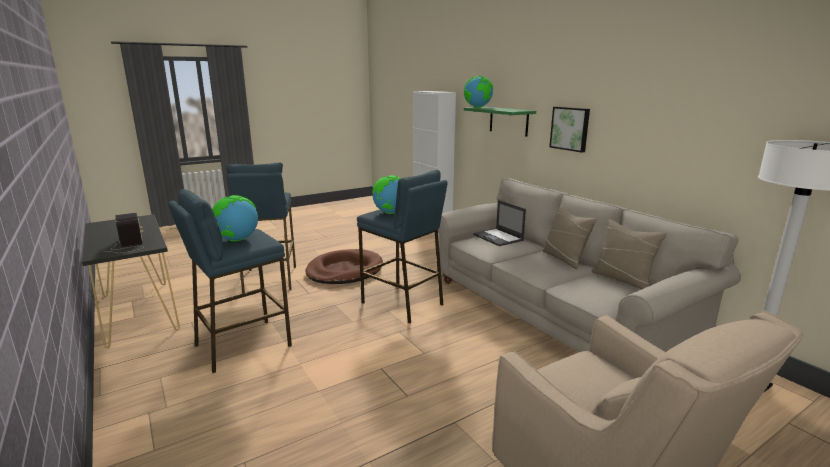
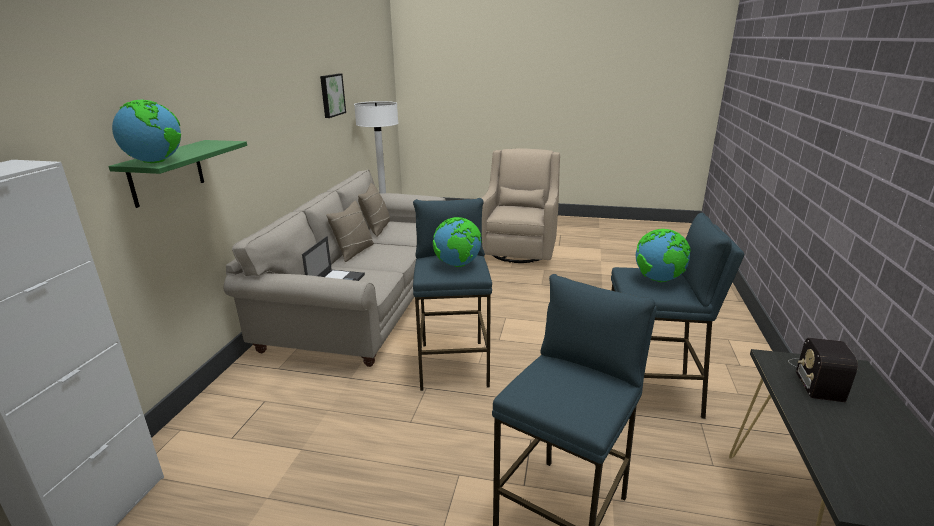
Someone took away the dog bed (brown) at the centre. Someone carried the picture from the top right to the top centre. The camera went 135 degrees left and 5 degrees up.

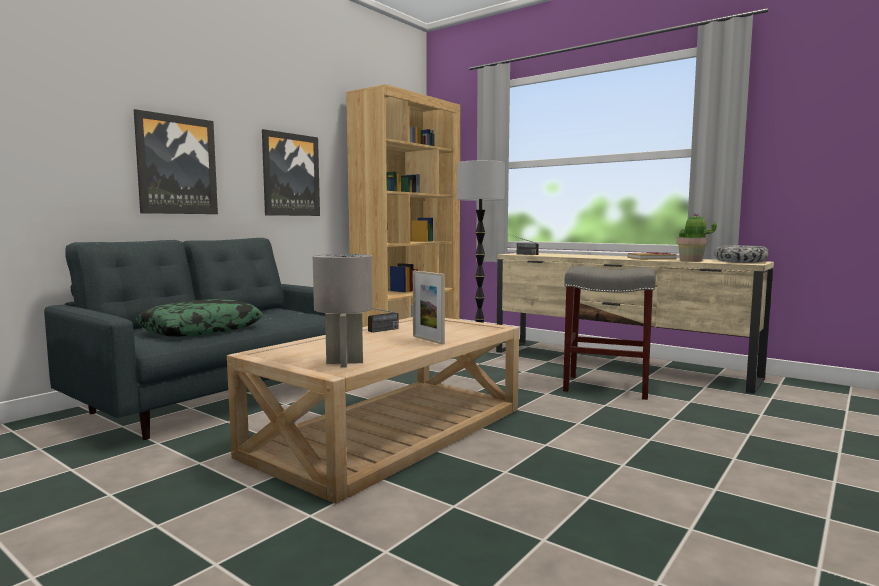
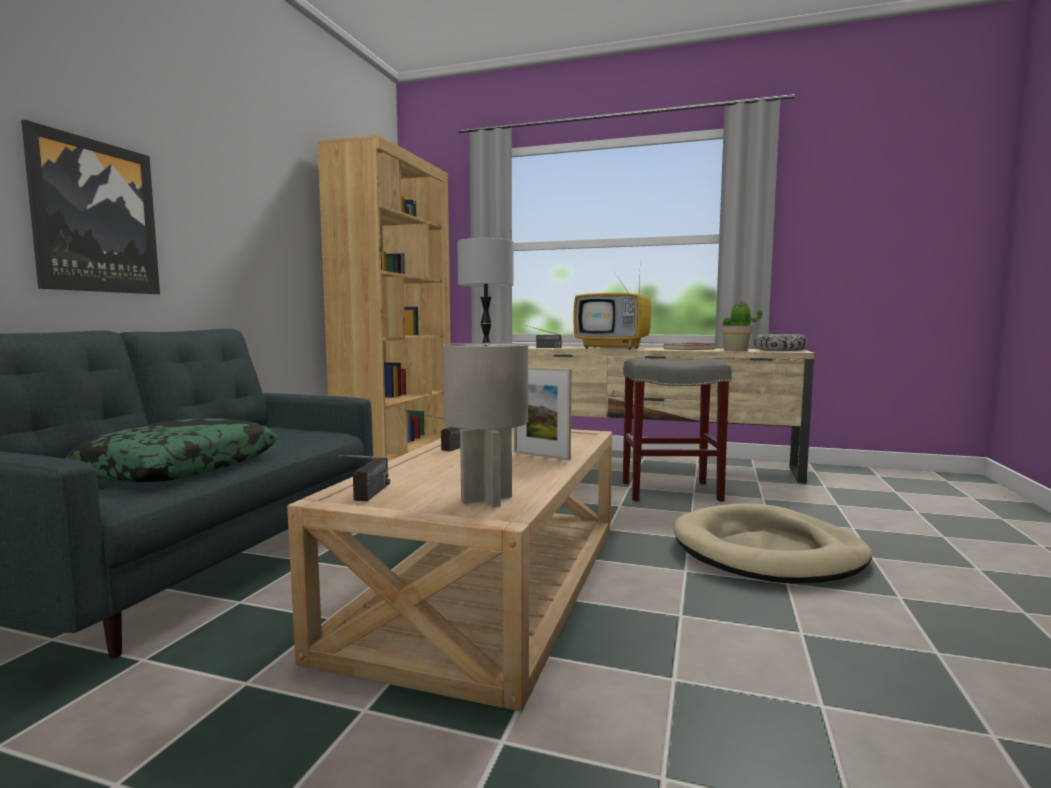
Someone took away the picture (2nd from left) at the top left. Someone put down the radio (1st from left) at the centre. Someone put down the television at the centre. Someone put down the dog bed (beige) at the bottom right. The camera went 20 degrees left and 0 degrees up.

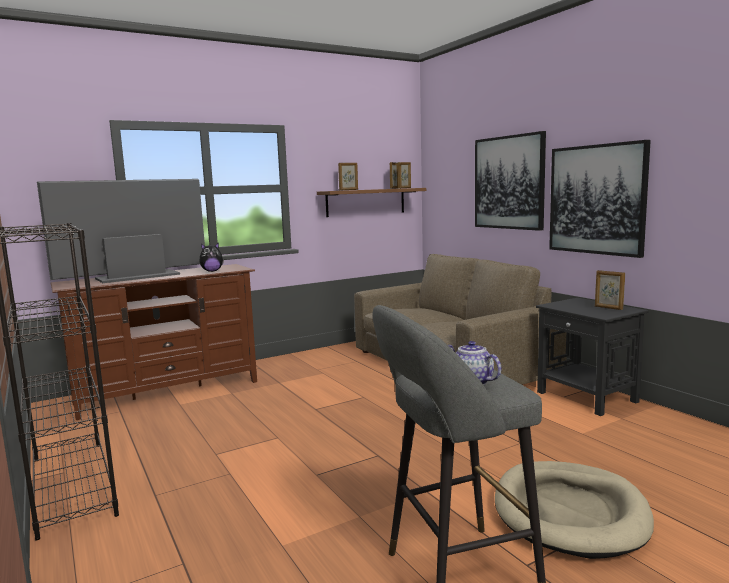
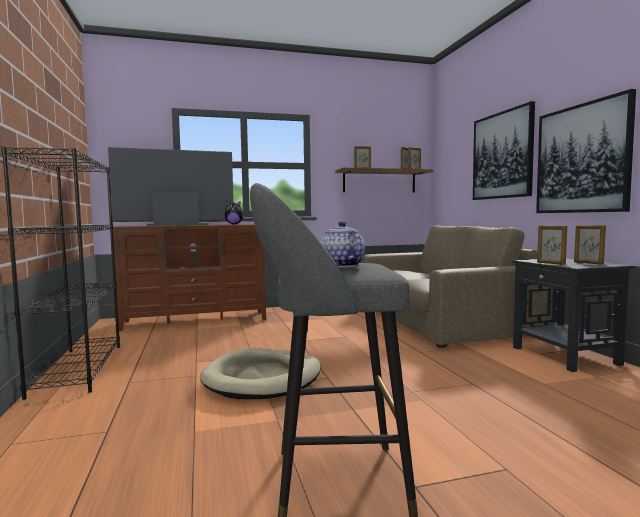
Someone put down the picture frame (4th from left) at the middle right. Someone carried the dog bed (beige) from the bottom right to the bottom centre. The camera went 15 degrees right and 5 degrees down.

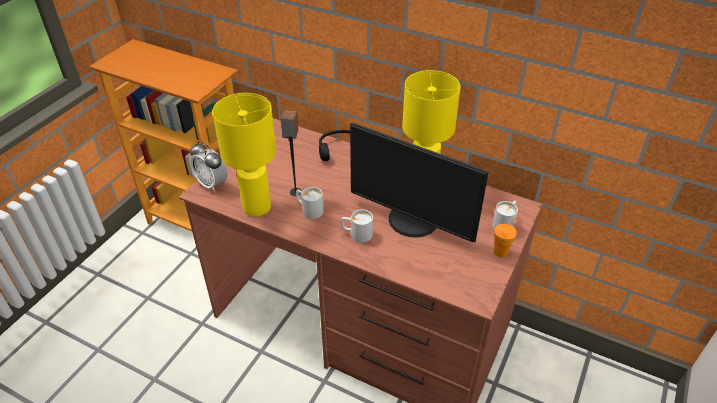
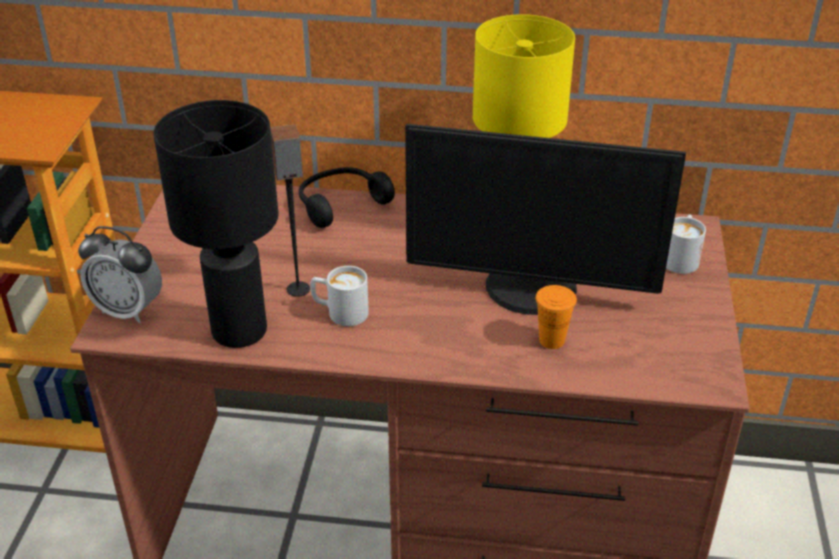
Someone took away the mug (white) (2nd from left) at the centre. Someone carried the cup (orange) from the middle right to the centre. Someone repainted the table lamp (yellow) (1st from left) at the centre, which became the table lamp (black) at the middle left. The camera went 20 degrees left and 5 degrees down.

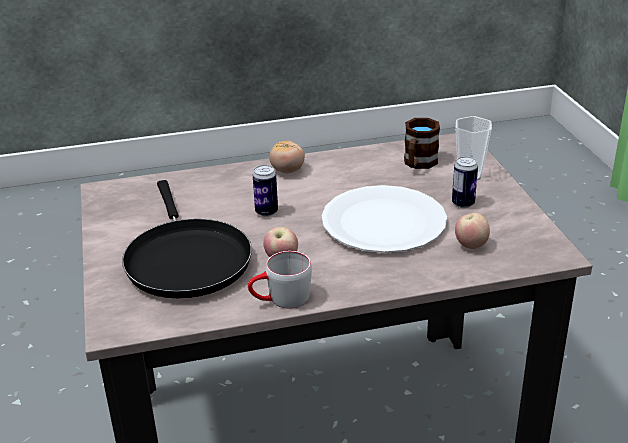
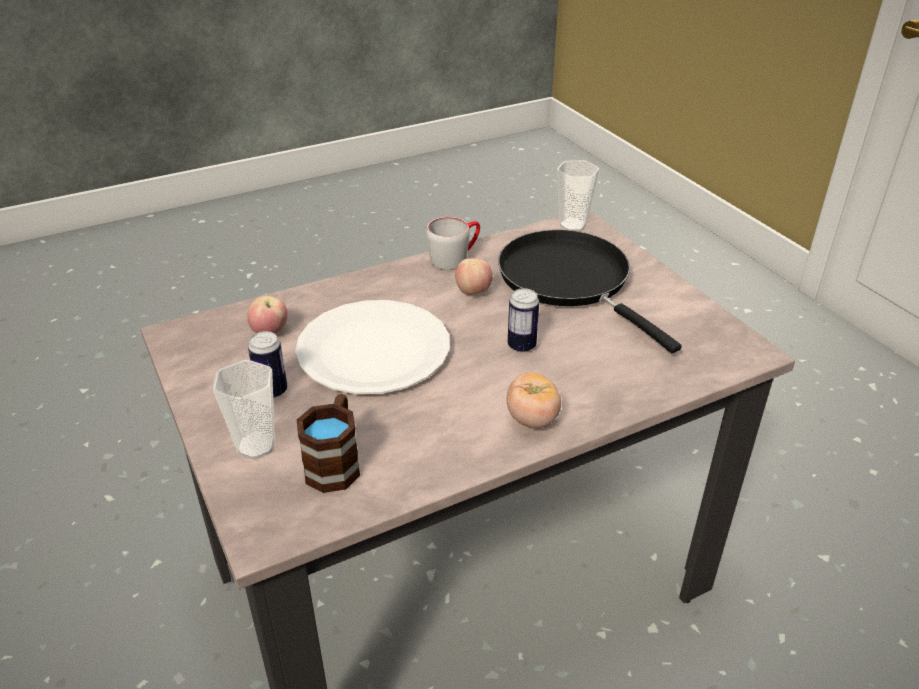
Someone put down the cup (2nd from left) at the top centre. The camera went 165 degrees right and 5 degrees up.

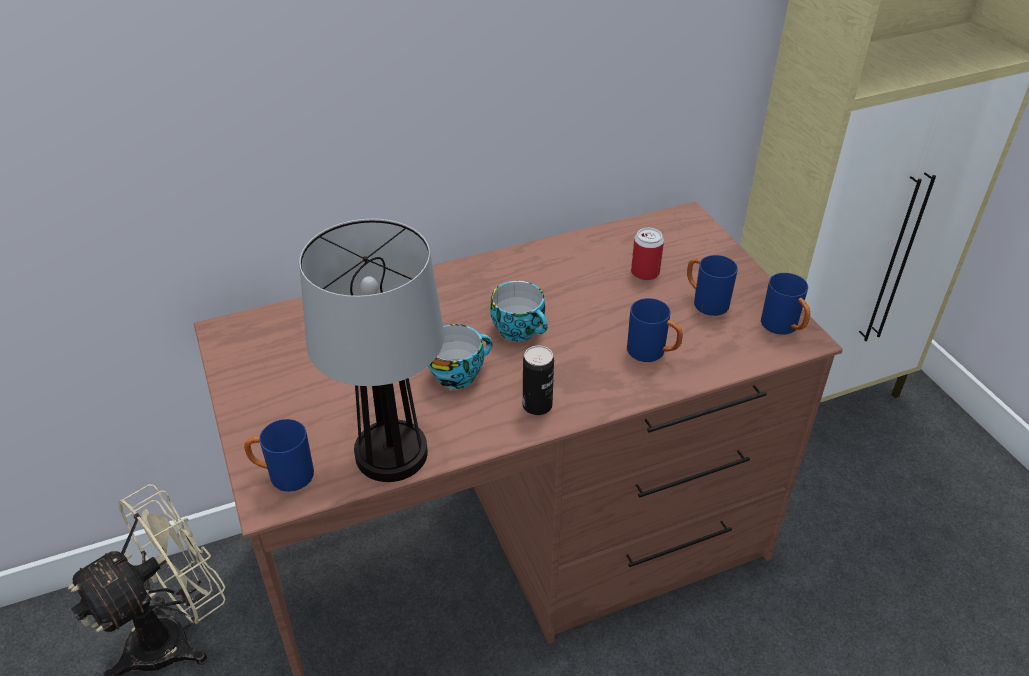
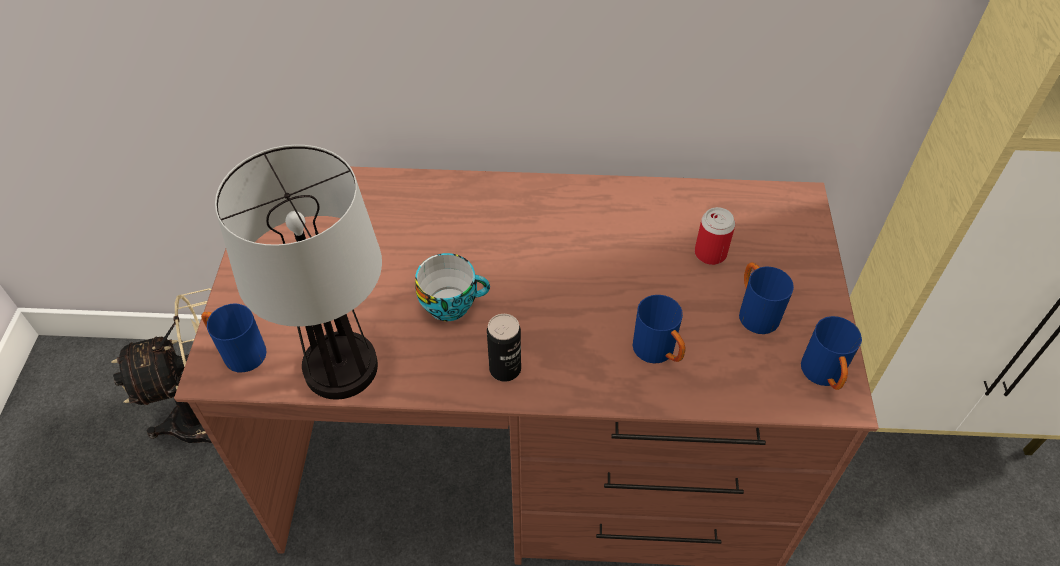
Someone took away the cup (2nd from left) at the centre. The camera went 25 degrees right and 10 degrees up.

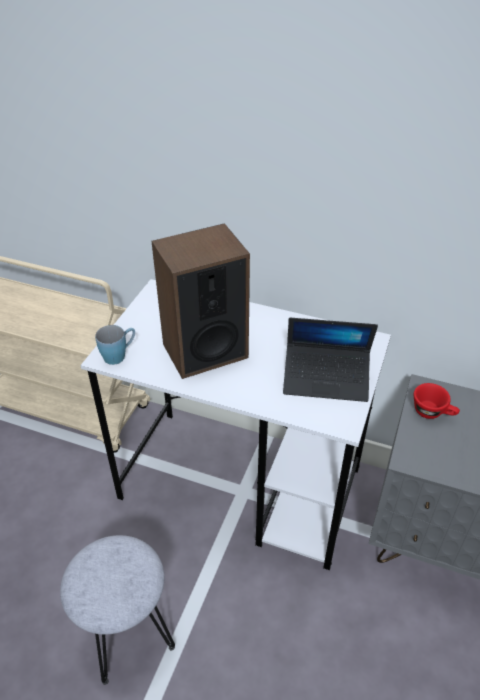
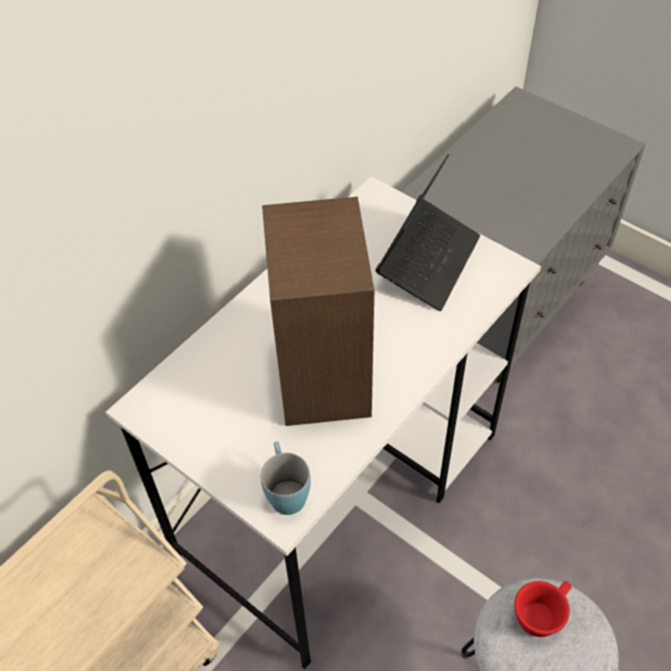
Someone carried the cup (red) from the middle right to the bottom right. The camera went 70 degrees left and 10 degrees up.

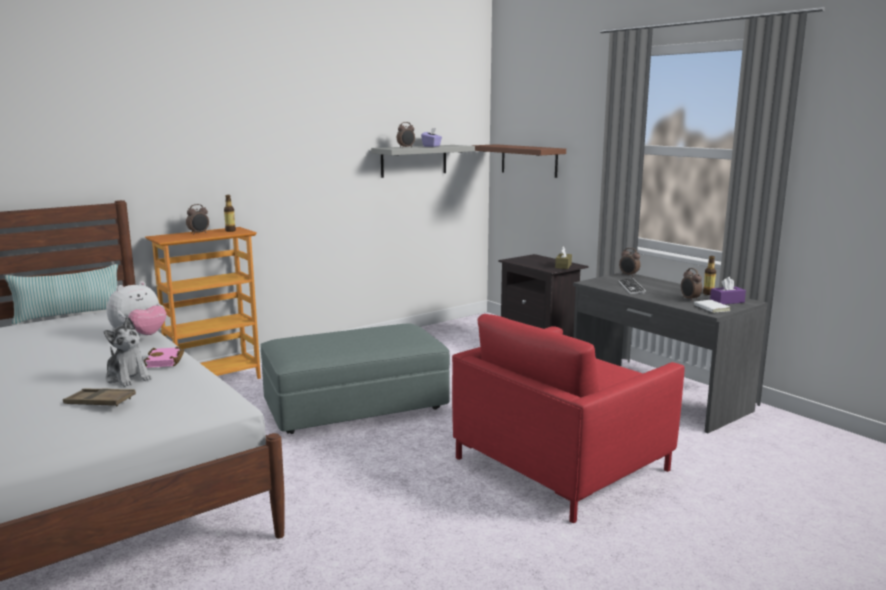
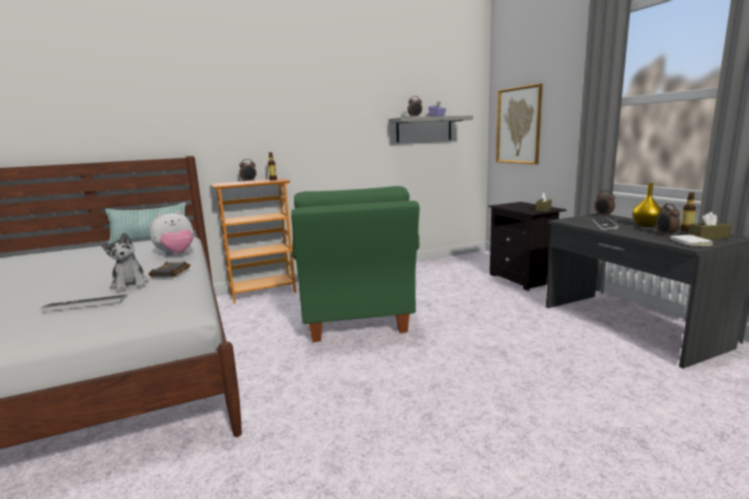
Someone took away the armchair (red) at the bottom centre. Someone put down the vase (yellow) at the middle right. Someone swapped the tray (brown) at the bottom left for the keyboard (1st from left) at the middle left. Someone swapped the ottoman (grey) at the centre for the armchair (green) at the centre. Someone swapped the shelf (brown) at the top centre for the picture at the top right. Someone repainted the book (pink) at the middle left, which became the book (black) at the middle left. Someone repainted the tissue box (purple) (2nd from left) at the middle right, which became the tissue box (brown) (2nd from left) at the middle right. The camera went 15 degrees right and 0 degrees up.

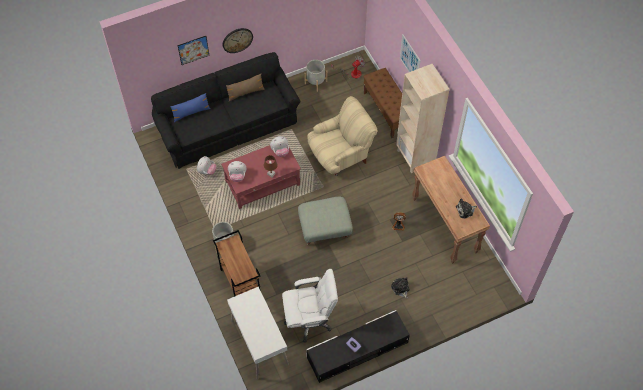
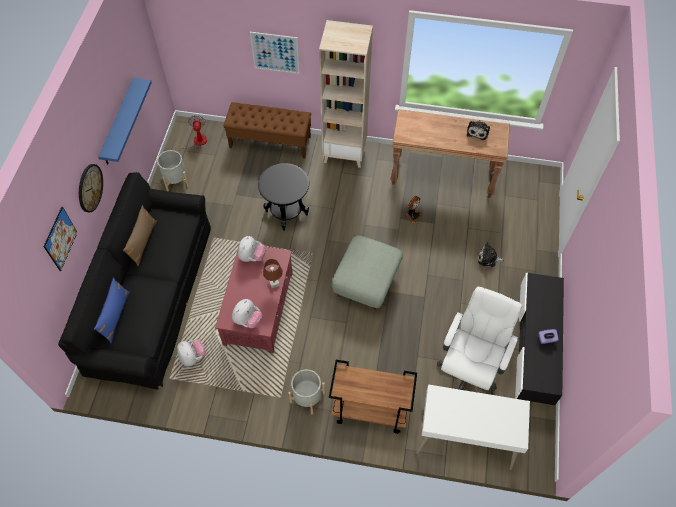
Someone put up the shelf (blue) at the top left. Someone swapped the armchair (beige) at the centre for the side table (black) at the centre. The camera went 55 degrees left and 0 degrees up.

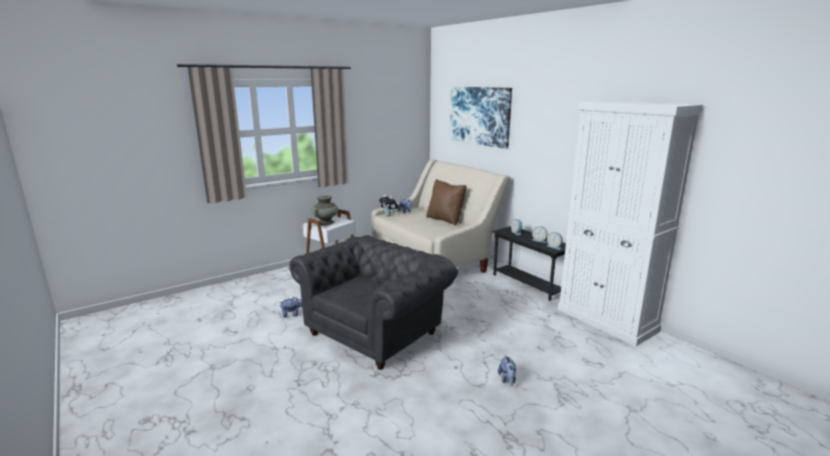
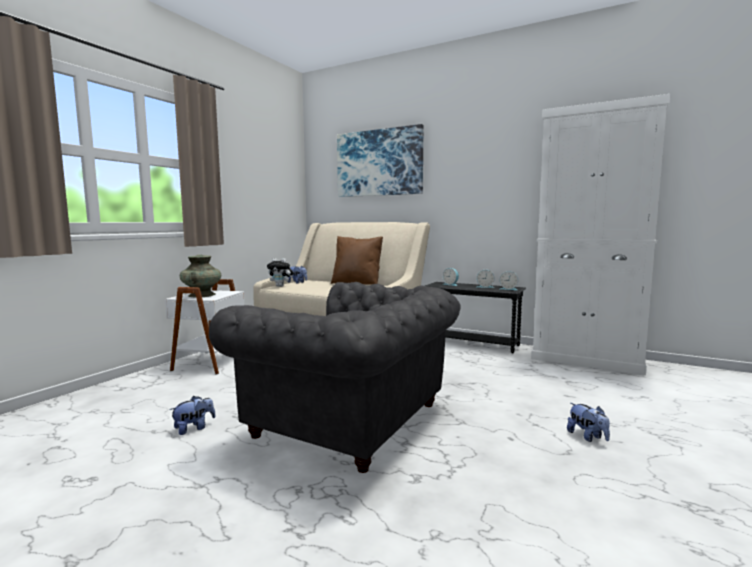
Someone rotated the armchair (grey) at the centre by 105 degrees clockwise. The camera went 25 degrees left and 10 degrees down.

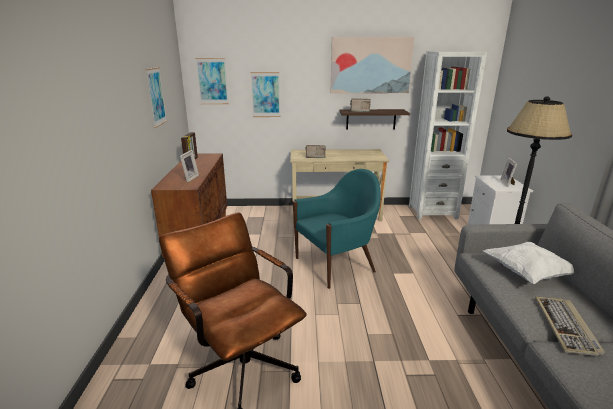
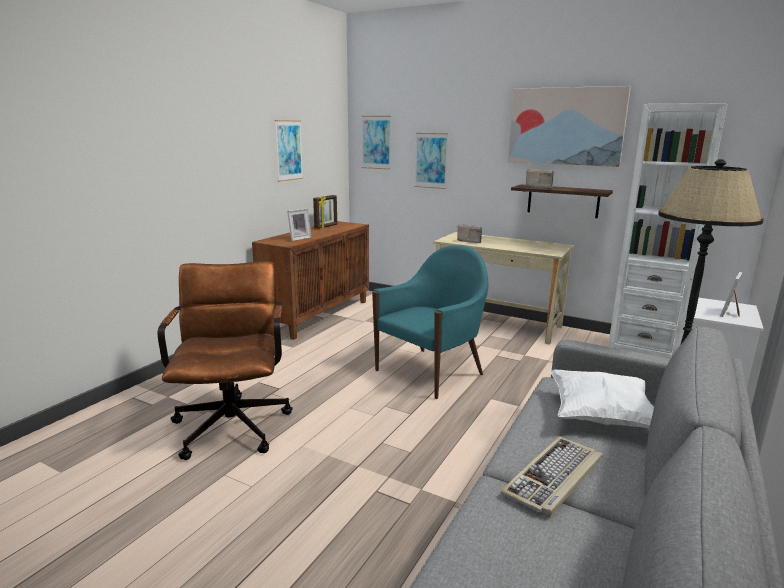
Someone rotated the armchair (turquoise) at the centre by 45 degrees counterclockwise. The camera went 30 degrees right and 5 degrees down.

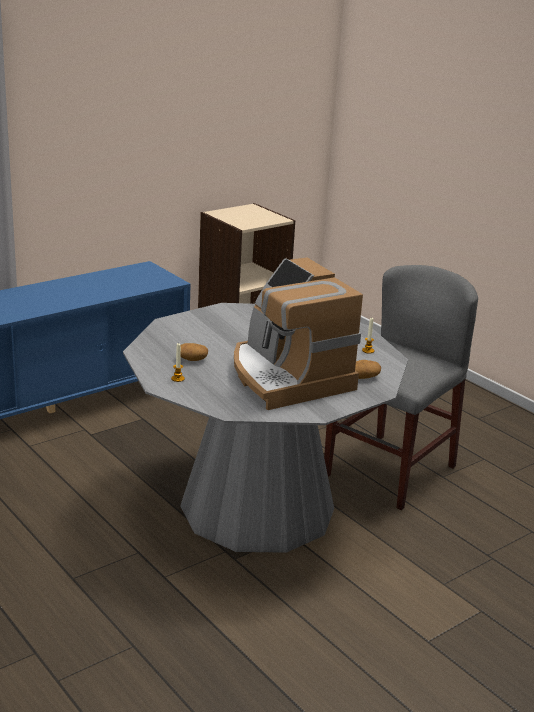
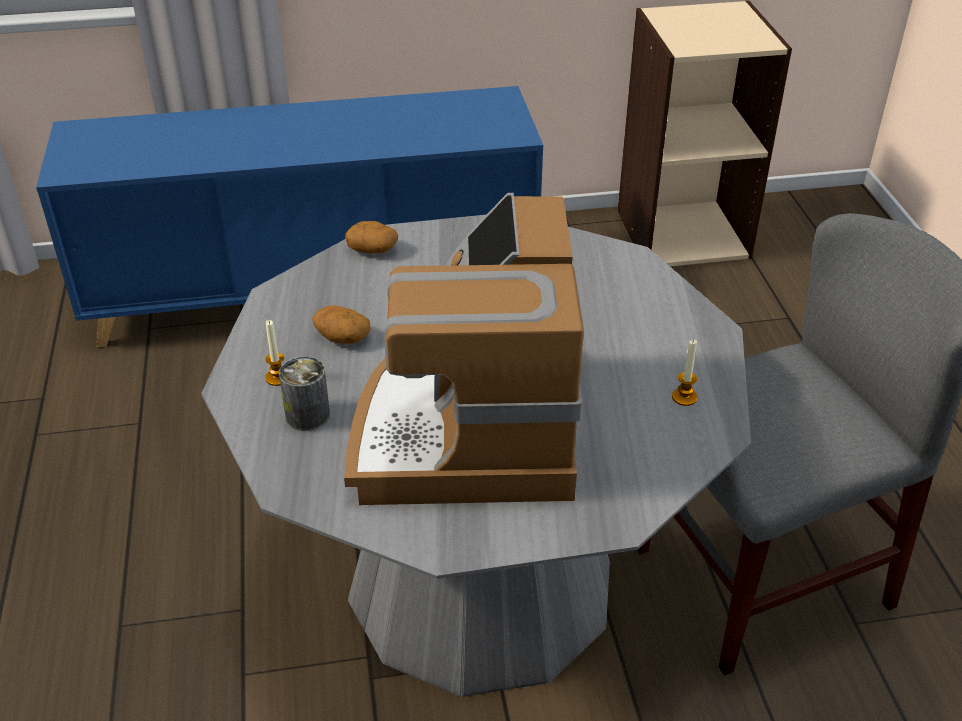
Someone put down the can at the middle left. Someone carried the potato (2nd from left) from the middle right to the top centre. The camera went 30 degrees right and 15 degrees up.

